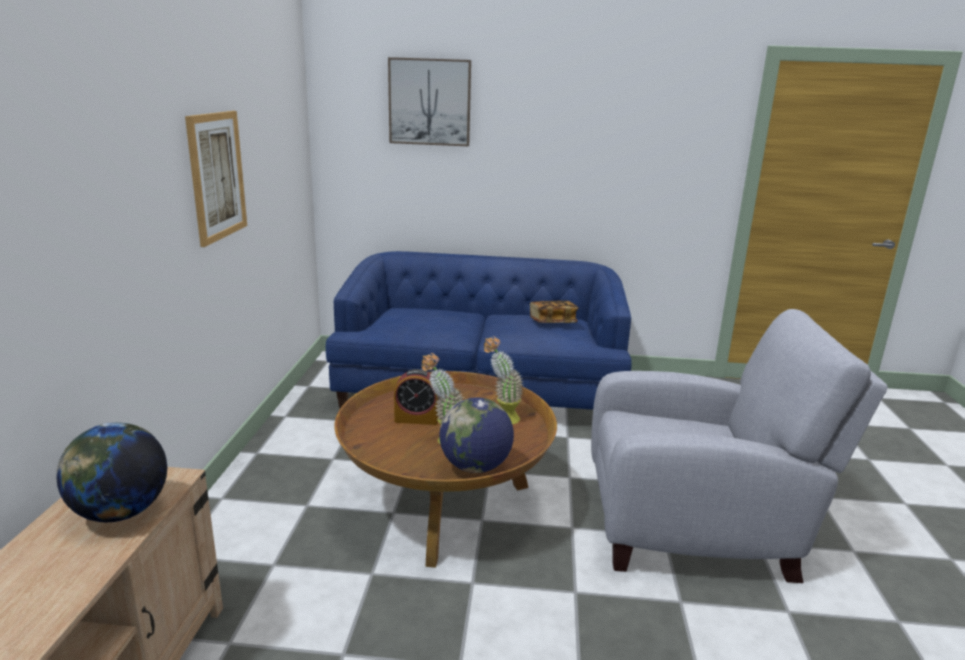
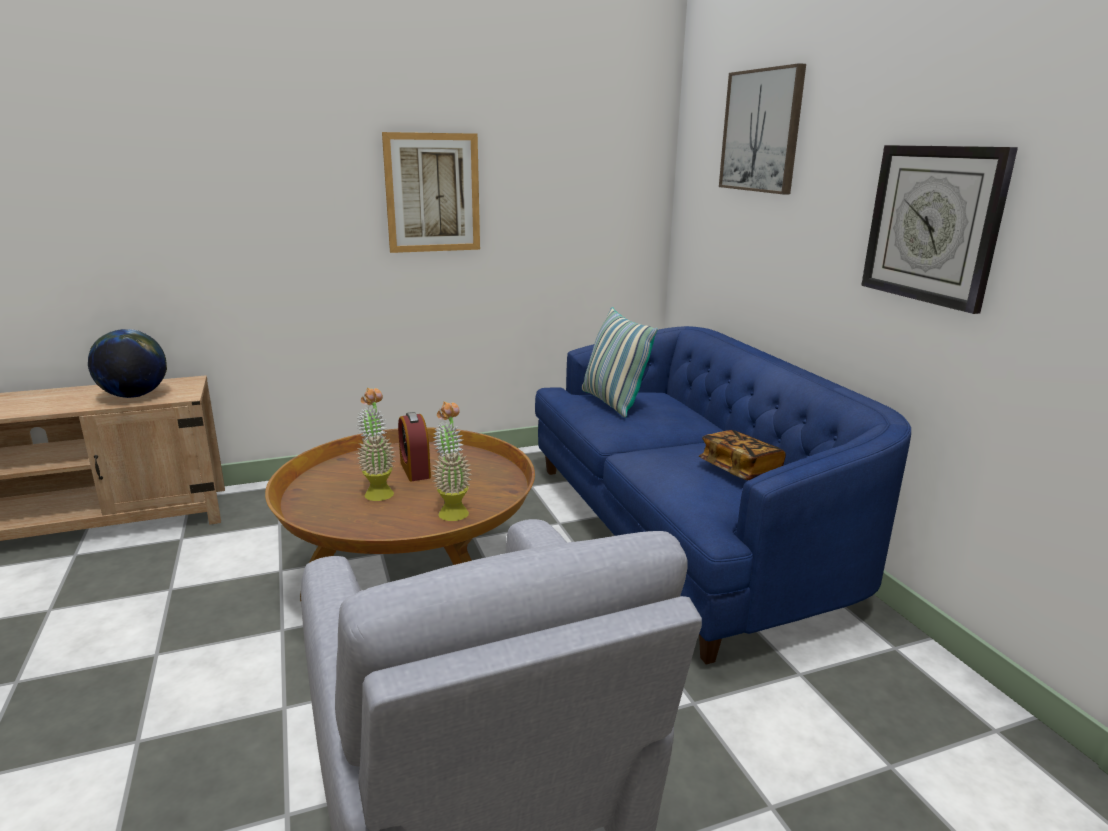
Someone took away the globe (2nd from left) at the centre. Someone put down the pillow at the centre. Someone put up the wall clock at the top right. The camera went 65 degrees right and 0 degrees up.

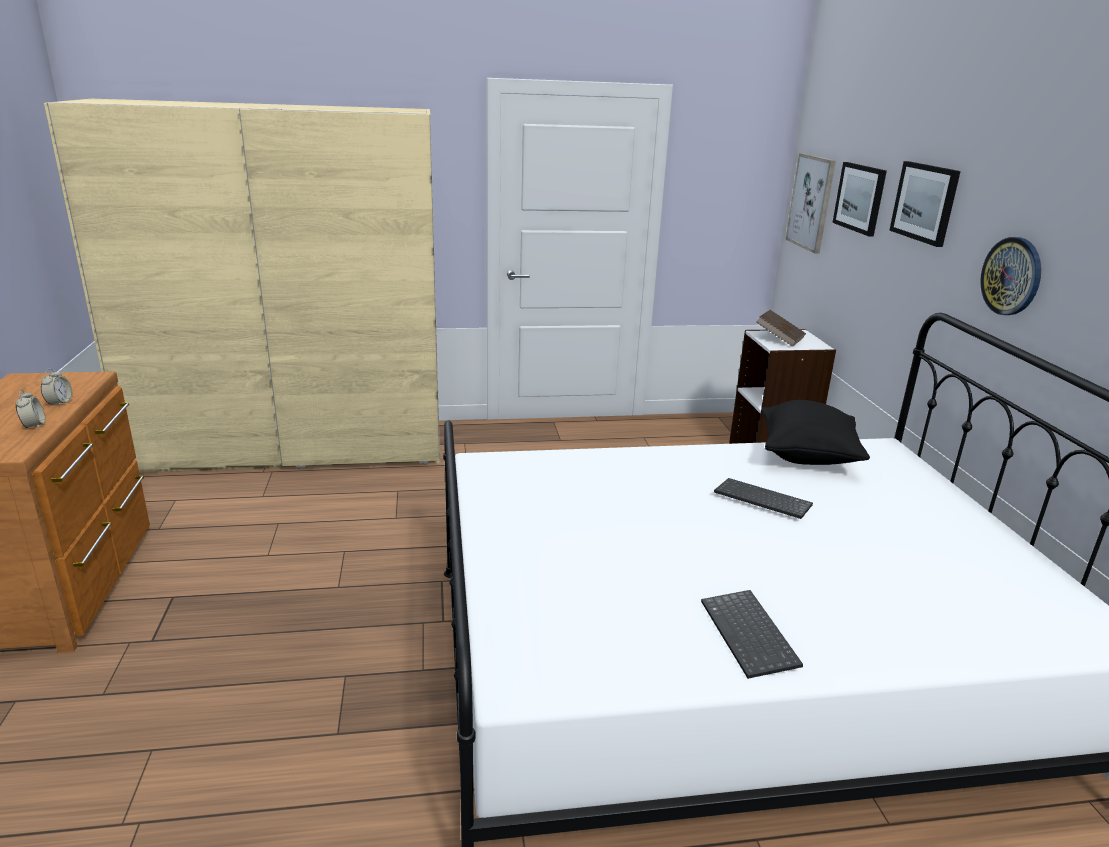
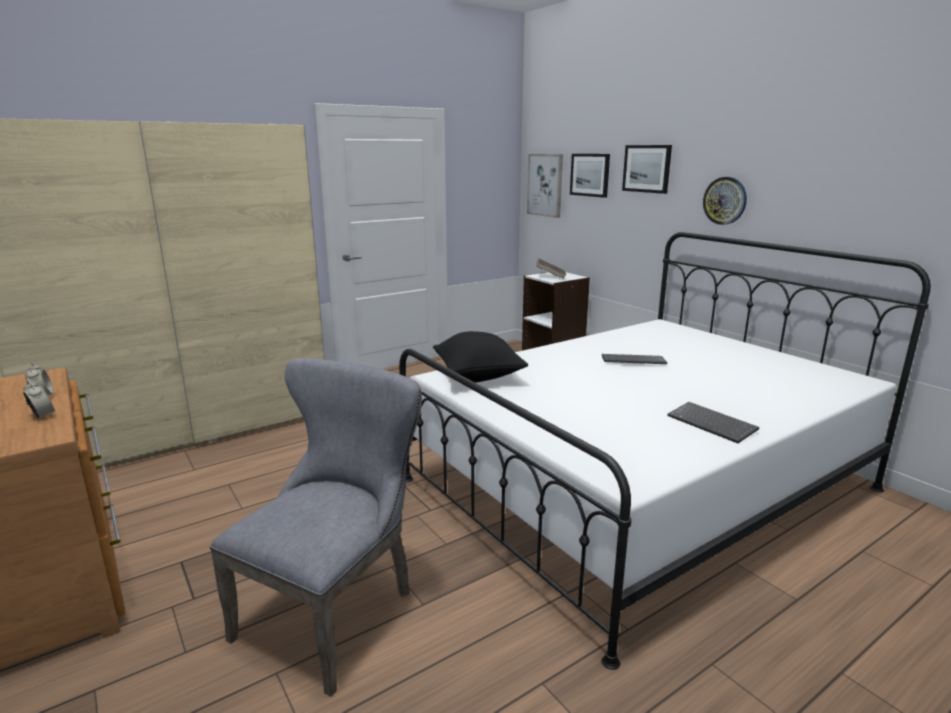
Someone put down the chair (grey) at the bottom left. Someone carried the pillow (black) from the middle right to the centre. The camera went 25 degrees left and 5 degrees down.

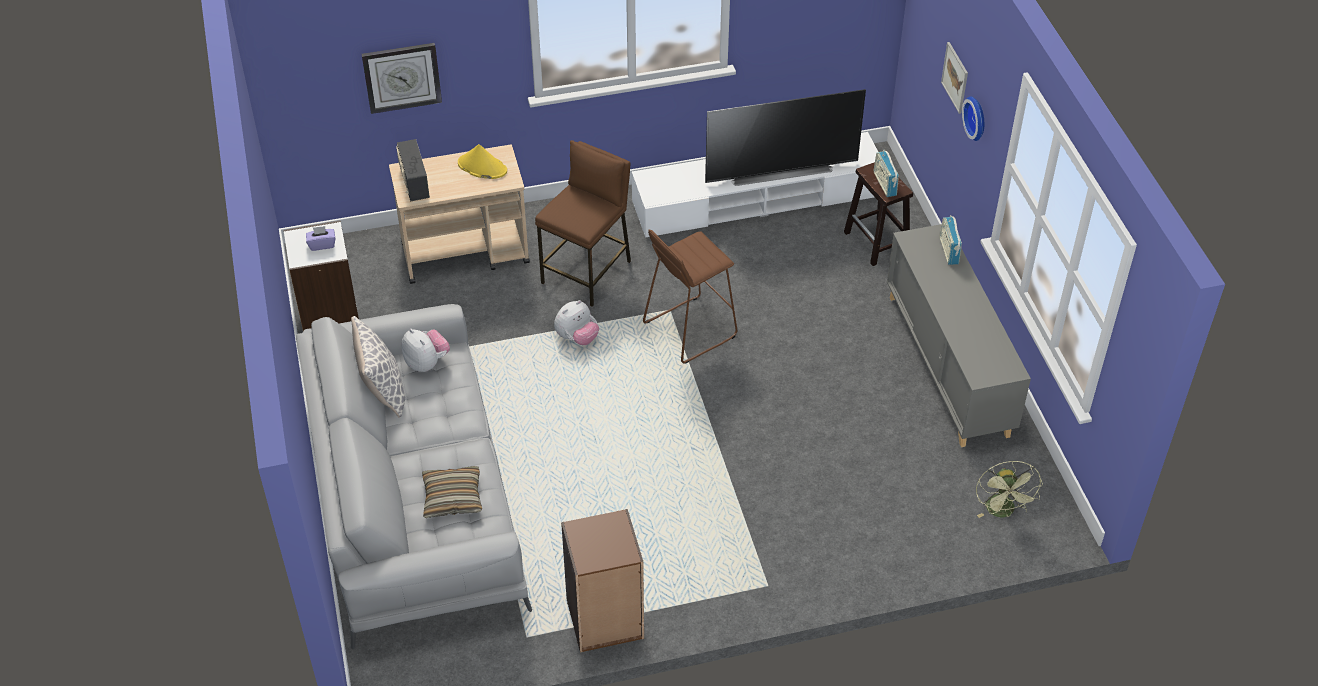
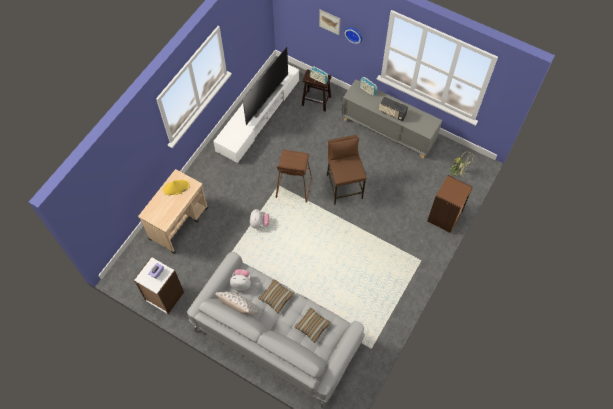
Someone took away the wall clock (1st from left) at the top left. Someone put down the pillow (2nd from left) at the bottom centre. Someone carried the radio (1st from left in the first image) from the top left to the top centre. Someone carried the stool (brown) (1st from left in the first image) from the top centre to the centre. Someone carried the bookcase (brown) from the bottom centre to the middle right. The camera went 45 degrees left and 15 degrees up.

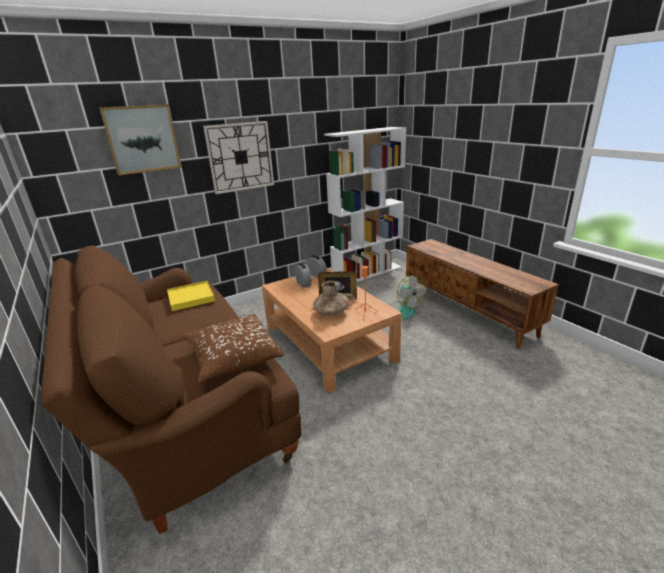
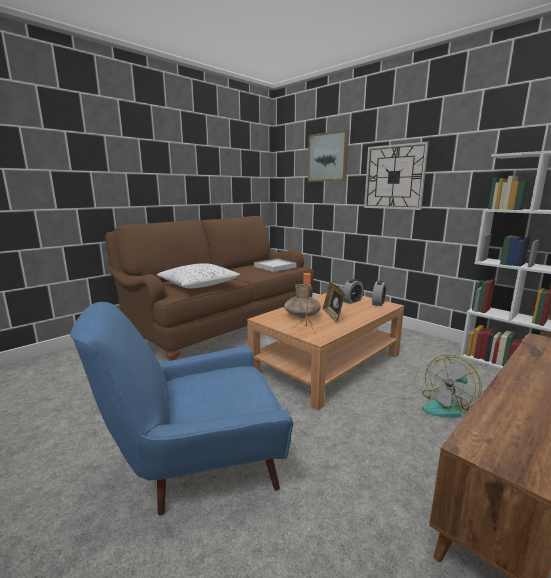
Someone put down the armchair (blue) at the bottom left. Someone repainted the tray (yellow) at the middle left, which became the tray (white) at the centre. Someone repainted the pillow (brown) at the centre, which became the pillow (white) at the centre. The camera went 75 degrees right and 10 degrees down.

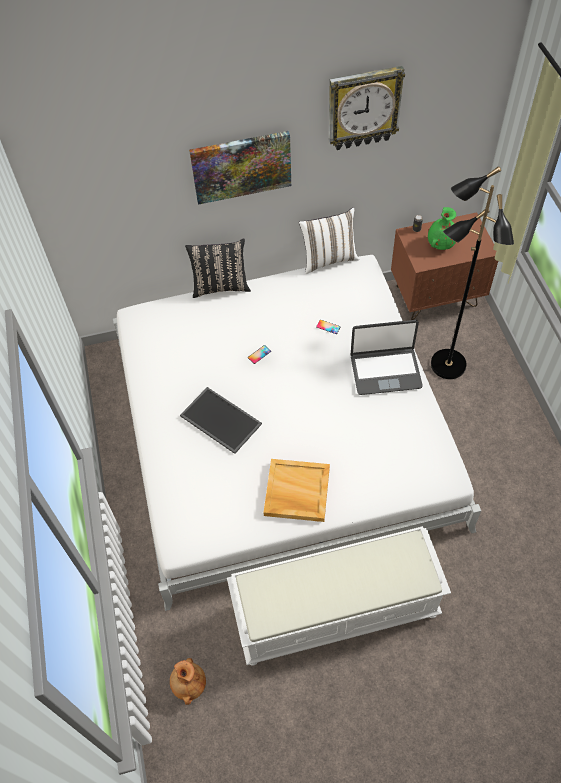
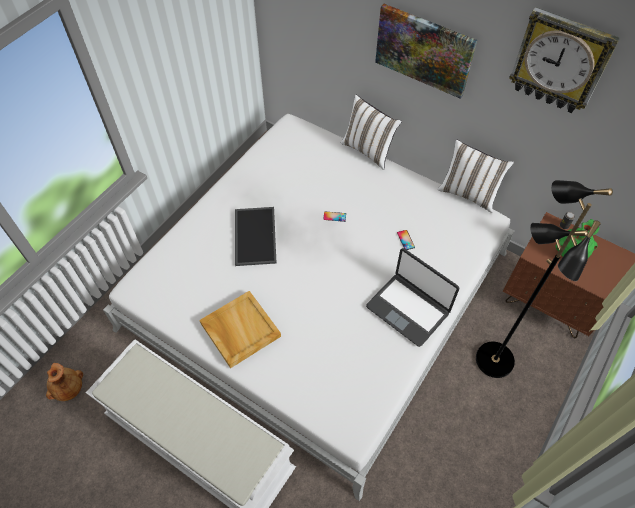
Someone repainted the pillow (black) at the centre, which became the pillow (white) (1st from left) at the top centre. The camera went 45 degrees right and 0 degrees up.

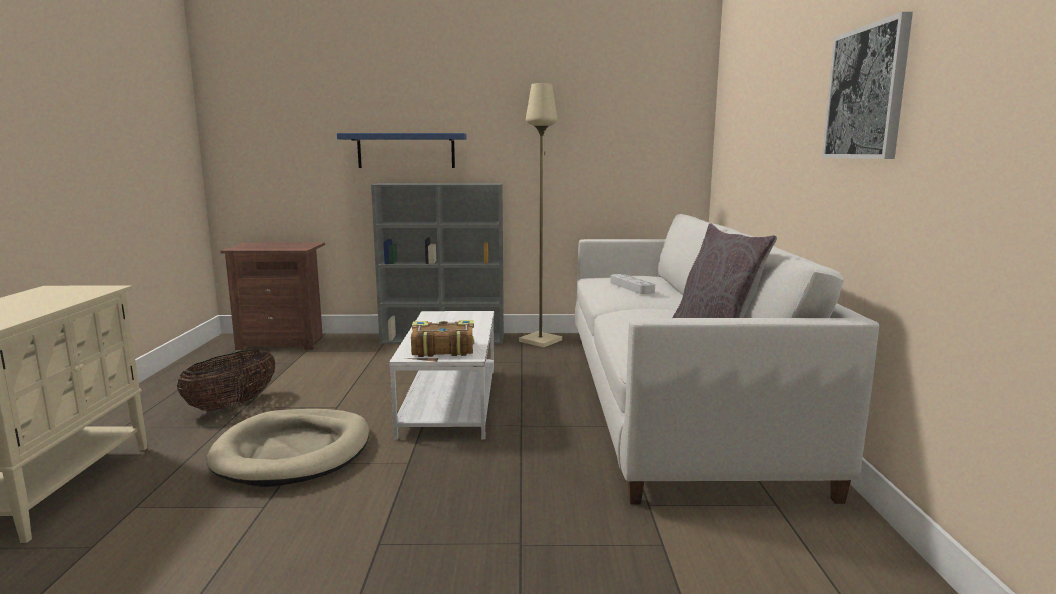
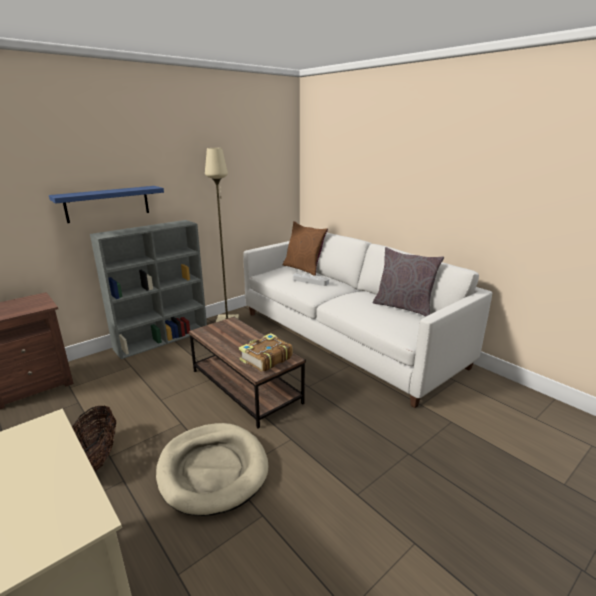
Someone took away the picture at the top right. Someone put down the pillow (brown) at the centre. Someone repainted the coffee table (white) at the centre, which became the coffee table (brown) at the centre. The camera went 40 degrees left and 10 degrees up.

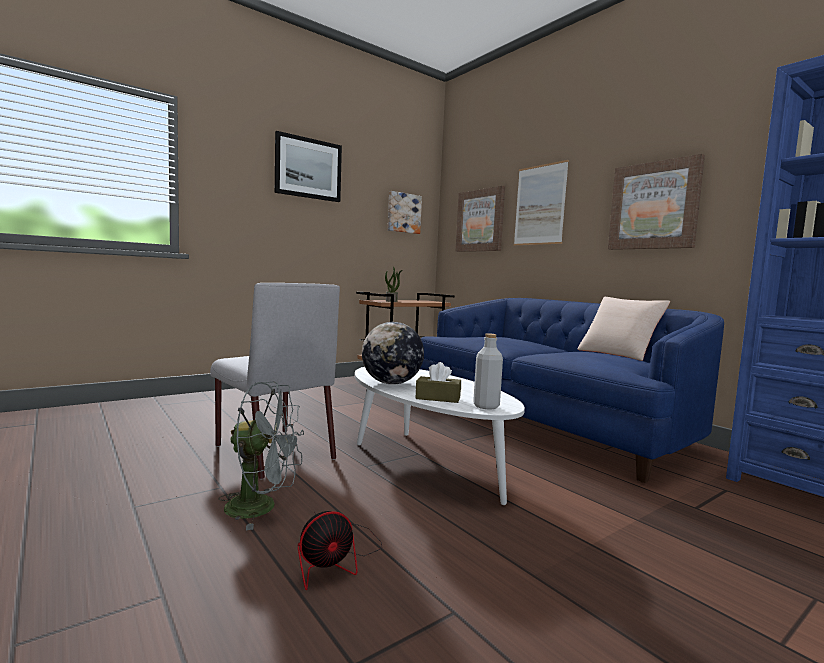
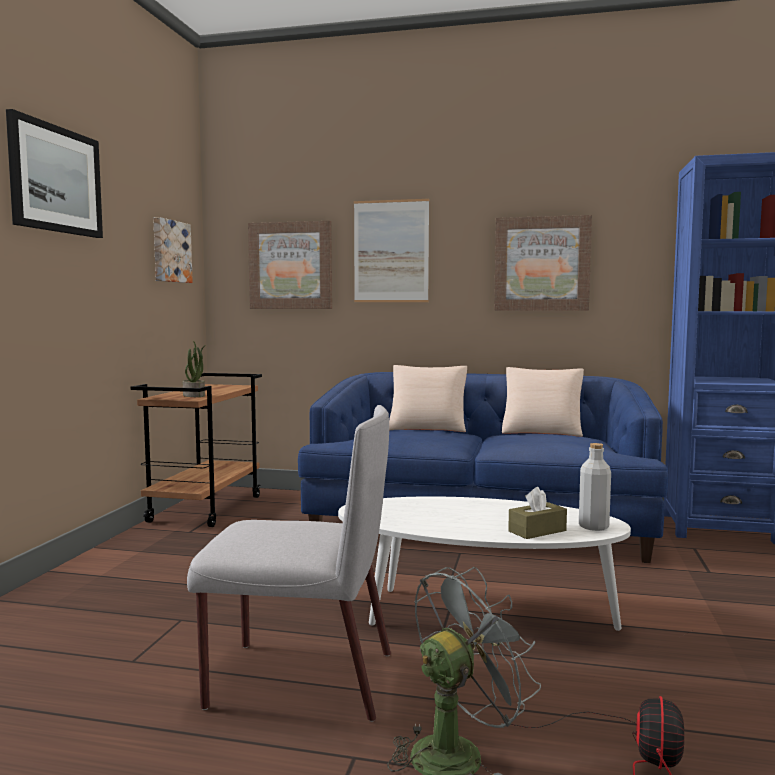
Someone took away the globe at the centre. Someone put down the pillow (beige) (1st from left) at the centre. The camera went 40 degrees left and 0 degrees up.

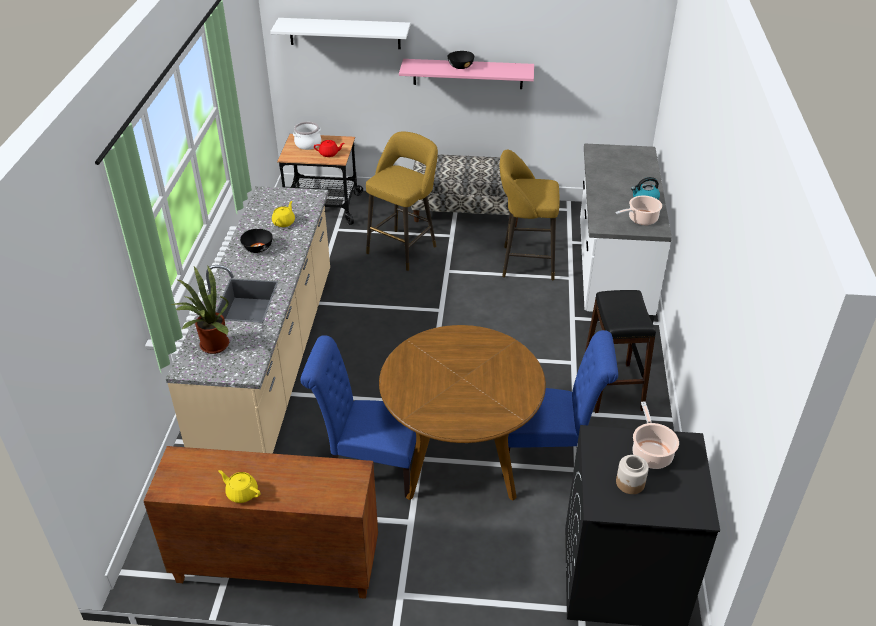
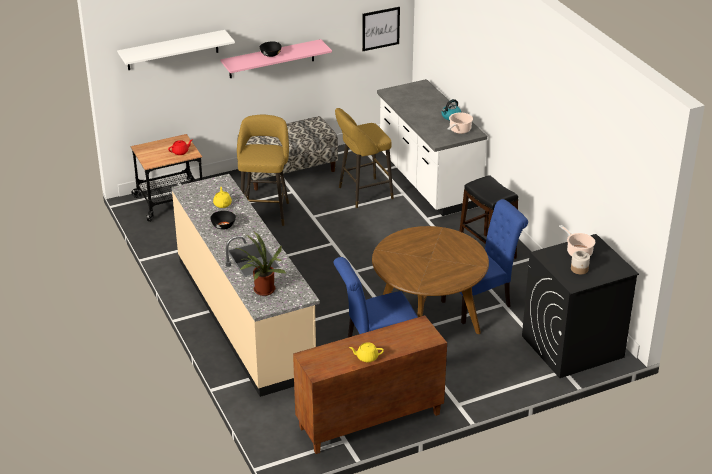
Someone took away the cooking pot (1st from left) at the top centre. Someone put up the picture at the top centre. The camera went 30 degrees left and 5 degrees down.

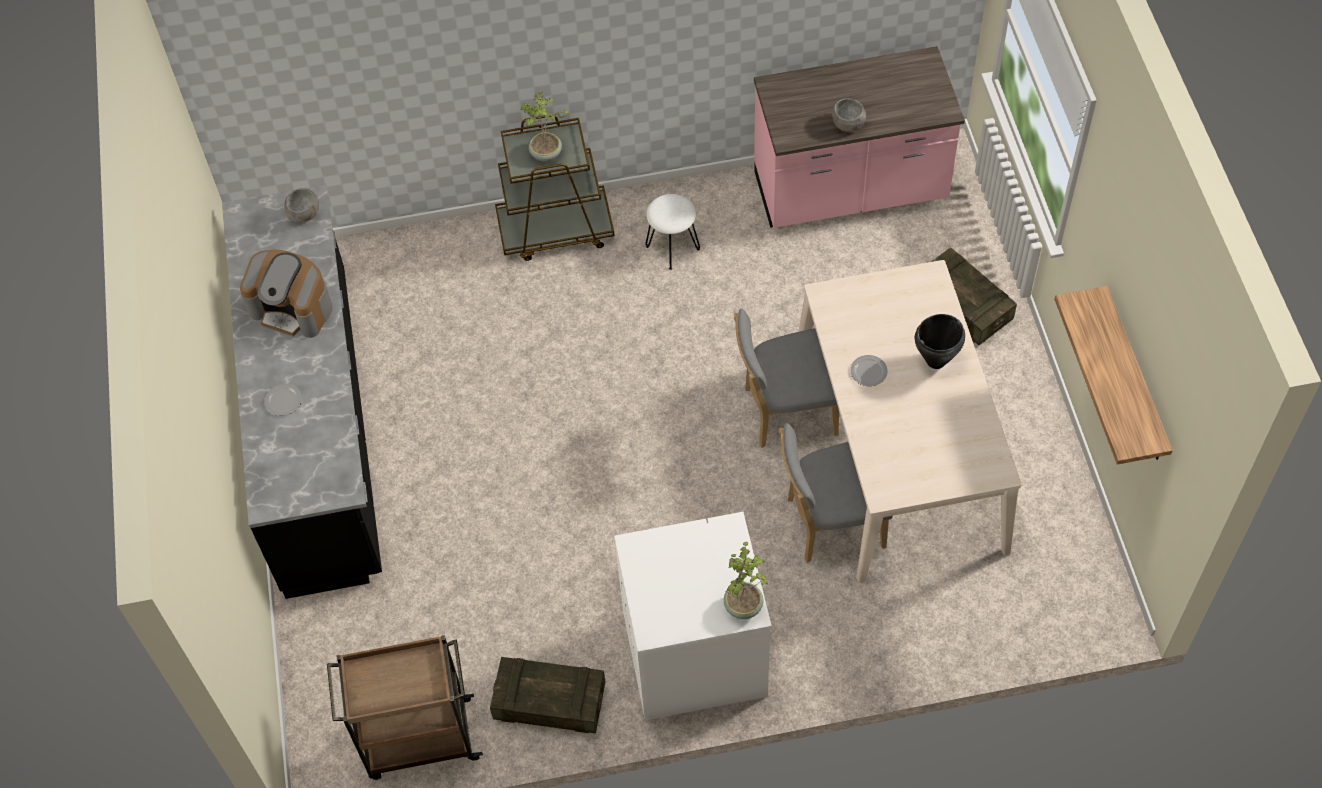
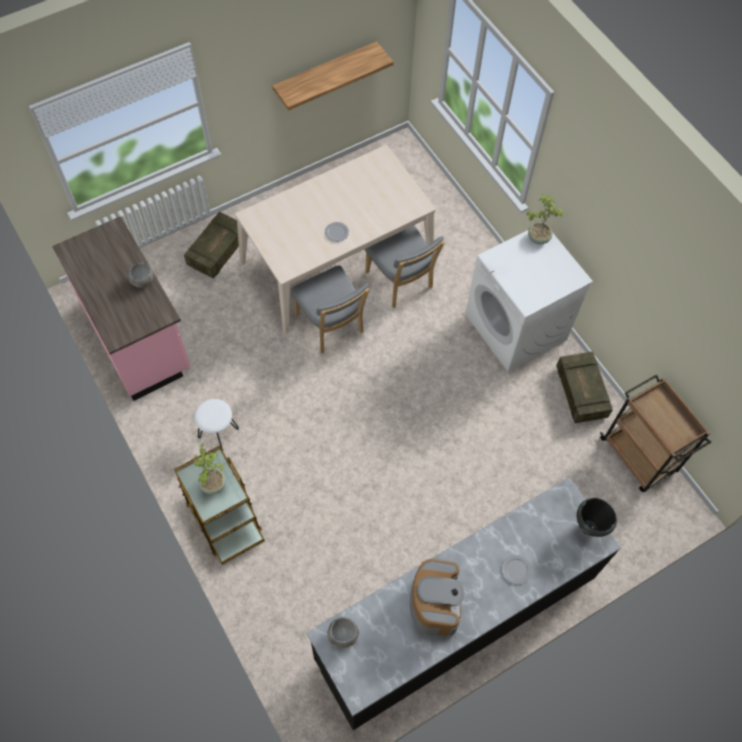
Someone carried the cooking pot (black) from the middle right to the bottom right. The camera went 115 degrees left and 5 degrees up.

